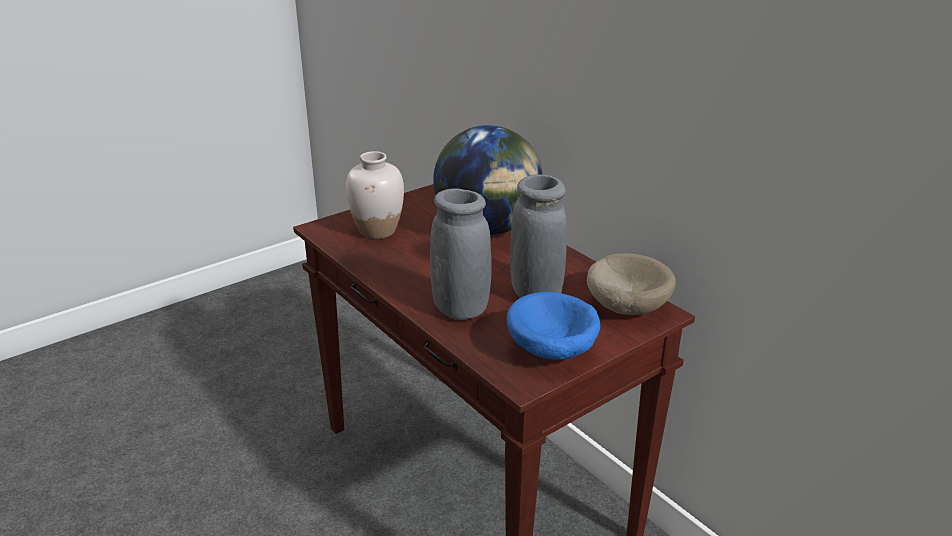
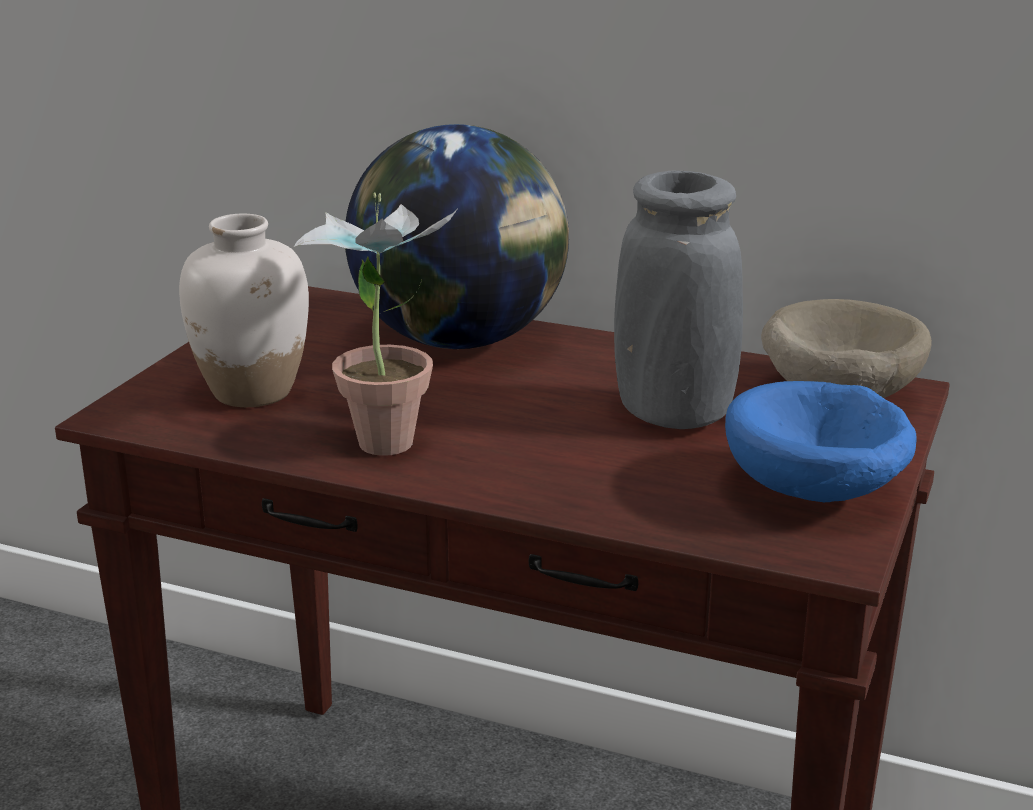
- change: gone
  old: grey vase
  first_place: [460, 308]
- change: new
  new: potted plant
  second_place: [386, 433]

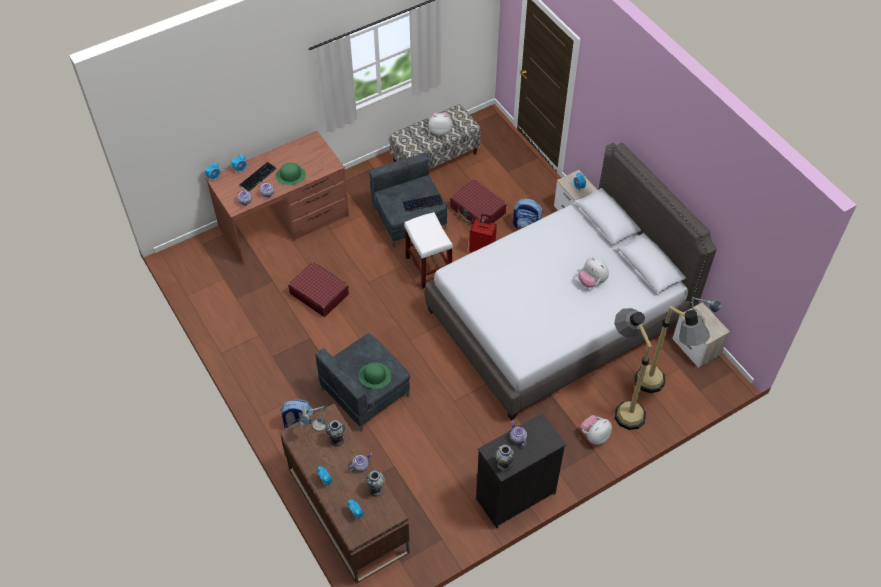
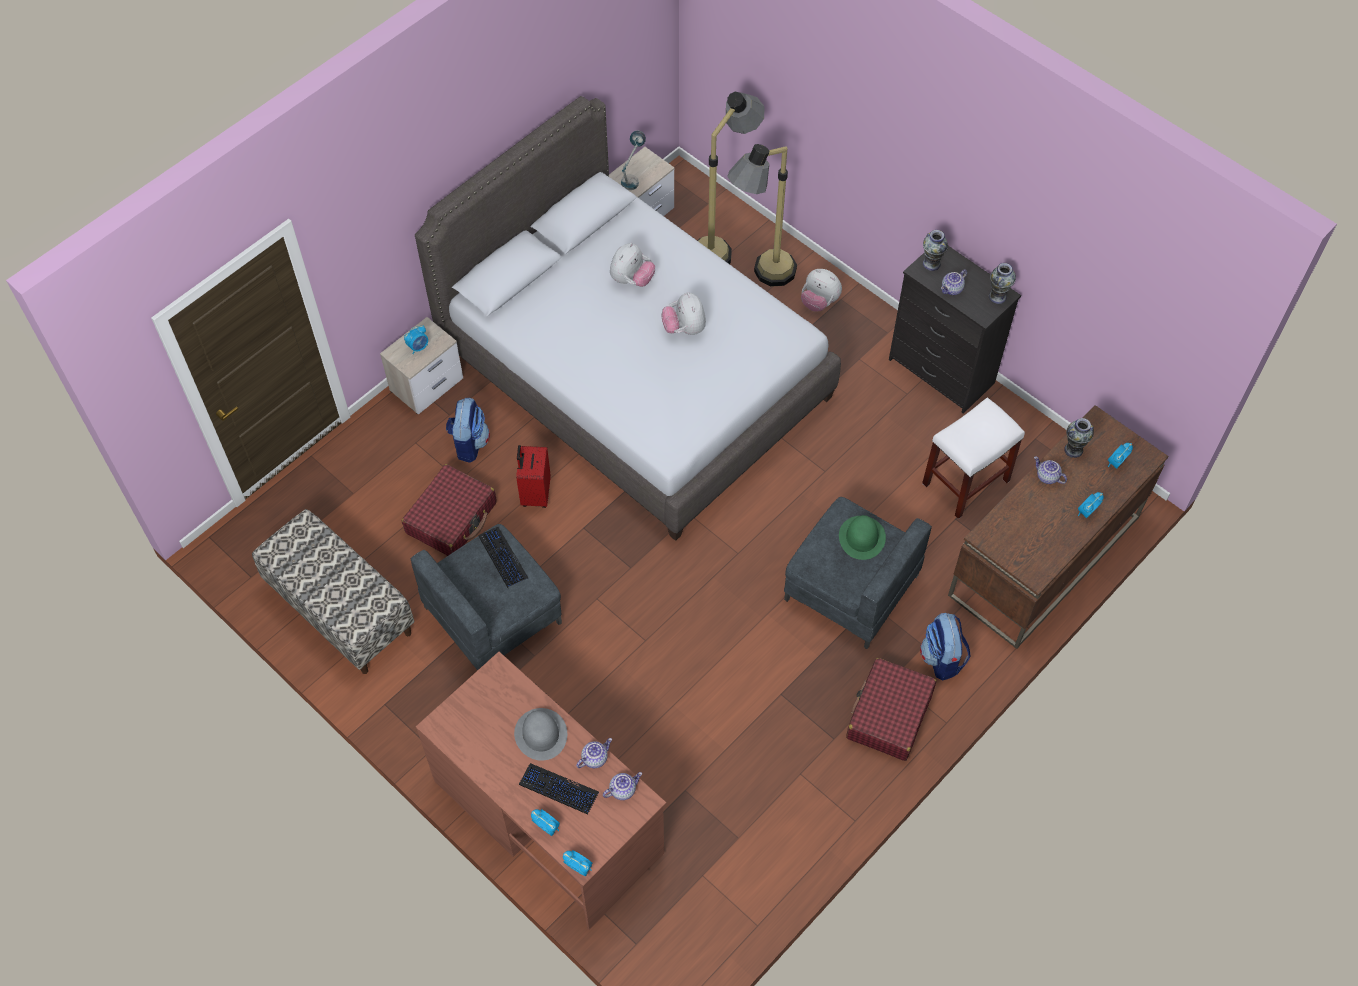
- change: gone
  old: tabletop lamp
  first_place: [315, 430]
- change: shifted
  old: red-coloured piece of luggage
  first_place: [319, 294]
  second_place: [889, 715]
- change: shifted
  old: vase
  first_place: [337, 440]
  second_place: [931, 263]
- change: shifted
  old: whitish stool seat
  first_place: [429, 268]
  second_place: [966, 481]
- change: shifted
  old: plush toy
  first_place: [440, 130]
  second_place: [684, 328]
- change: repainted
  old: green hat
  new: grey hat
  first_place: [290, 175]
  second_place: [541, 734]

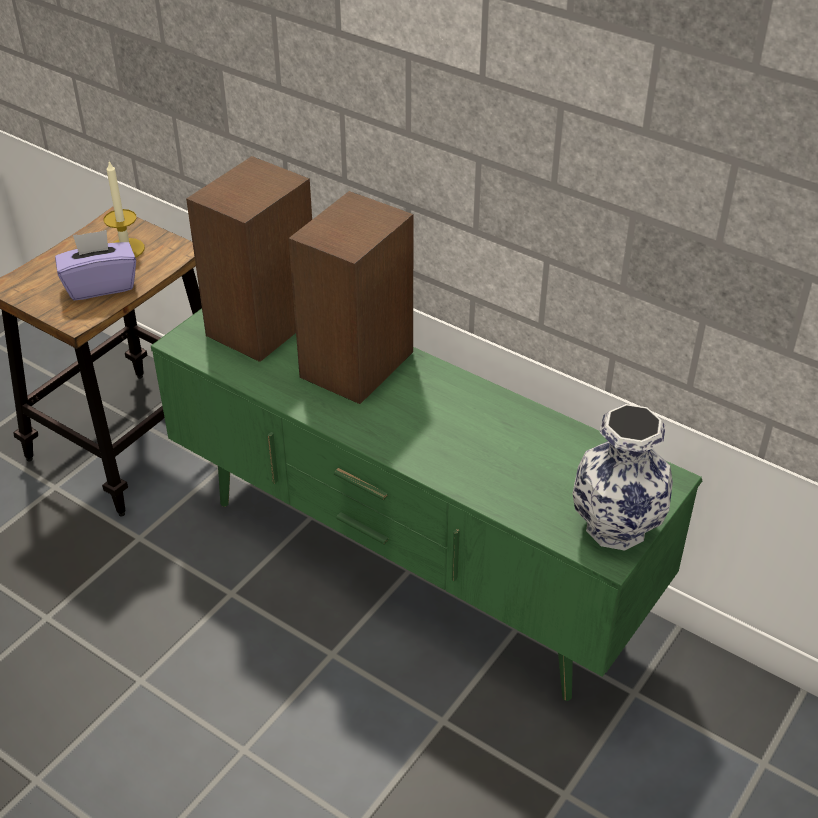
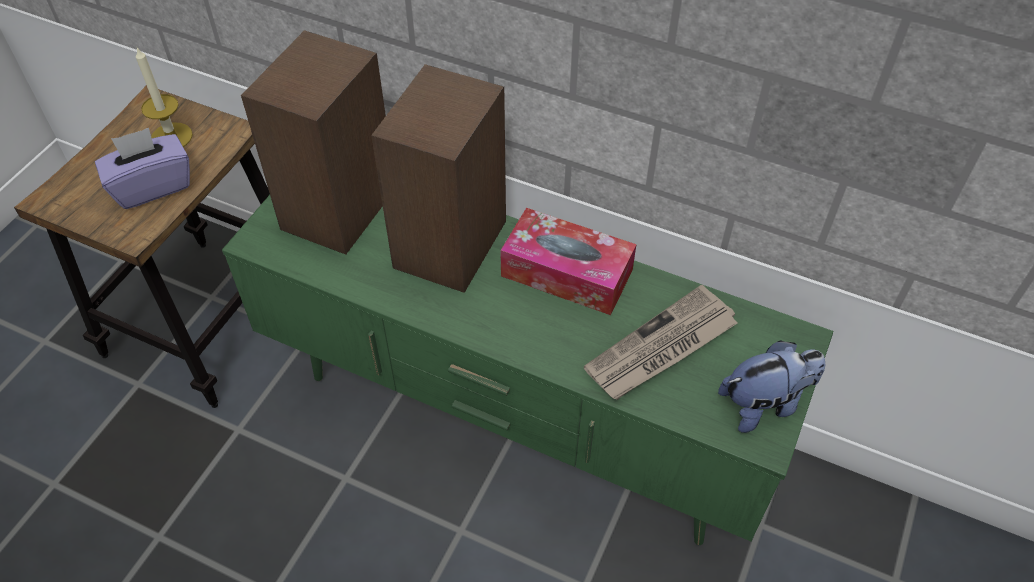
- change: new
  new: tissue holder
  second_place: [566, 273]
- change: new
  new: newspaper
  second_place: [661, 348]
- change: swapped
  old: vase
  new: plush toy
  first_place: [617, 526]
  second_place: [764, 404]

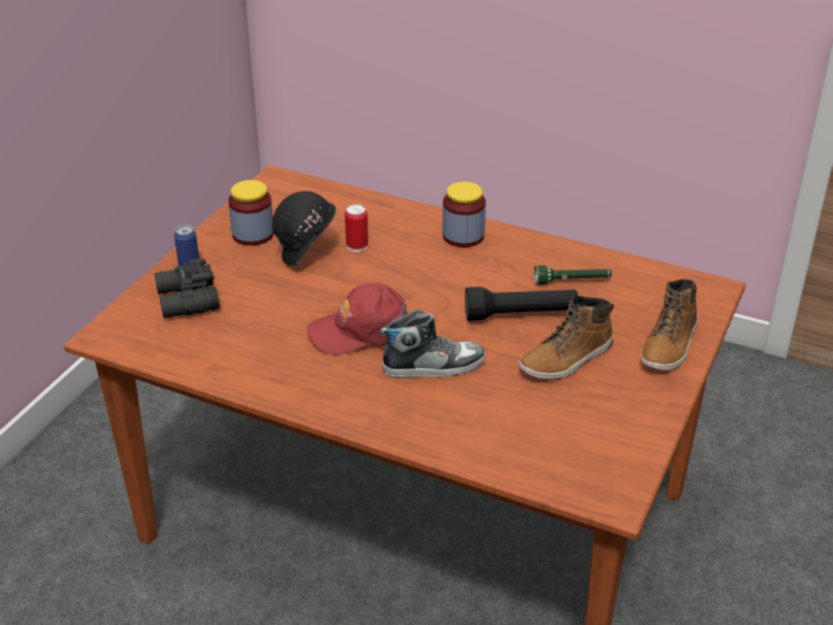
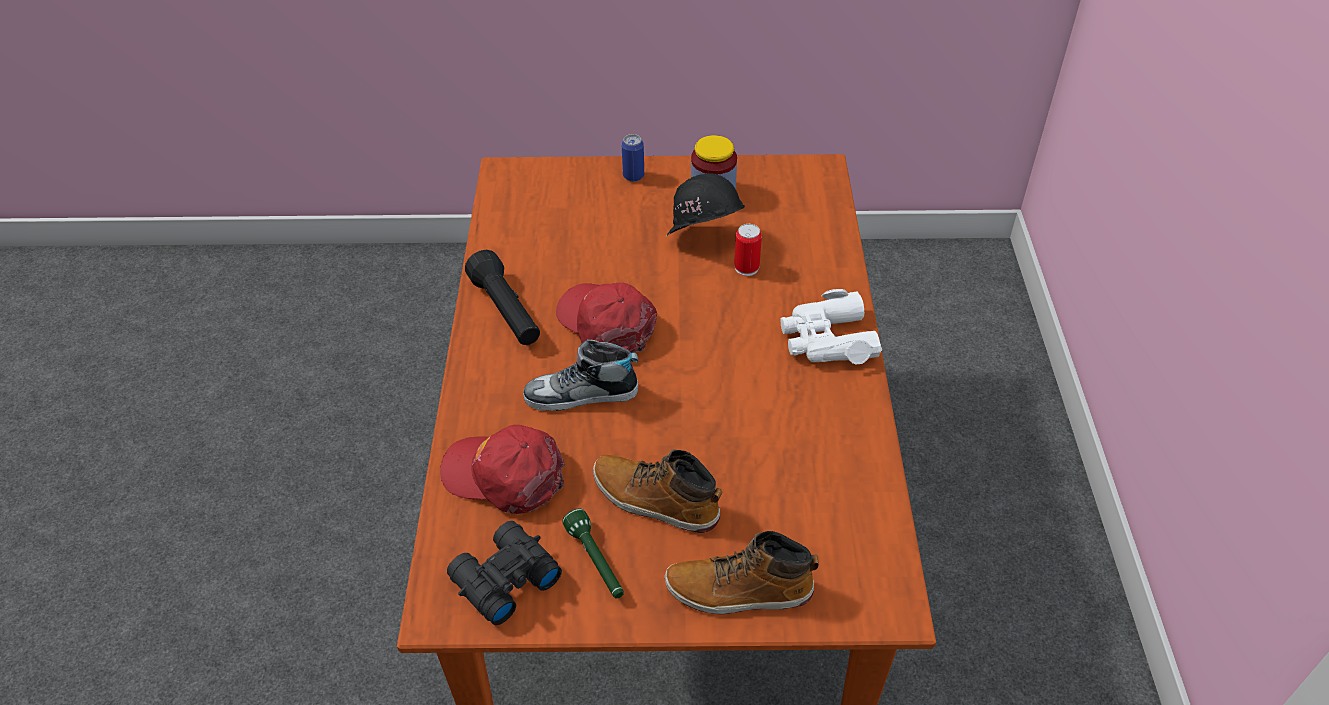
- change: new
  new: red-coloured baseball cap
  second_place: [504, 474]
- change: shifted
  old: blackish binoculars
  first_place: [186, 301]
  second_place: [502, 579]
- change: shifted
  old: blackish torch
  first_place: [520, 315]
  second_place: [506, 312]
- change: shifted
  old: green torch
  first_place: [572, 282]
  second_place: [596, 562]
- change: swapped
  old: storage jar
  new: whitish binoculars
  first_place: [463, 236]
  second_place: [827, 340]
- change: rotated
  old: low shoe
  first_place: [433, 365]
  second_place: [581, 395]
  degrees: 120

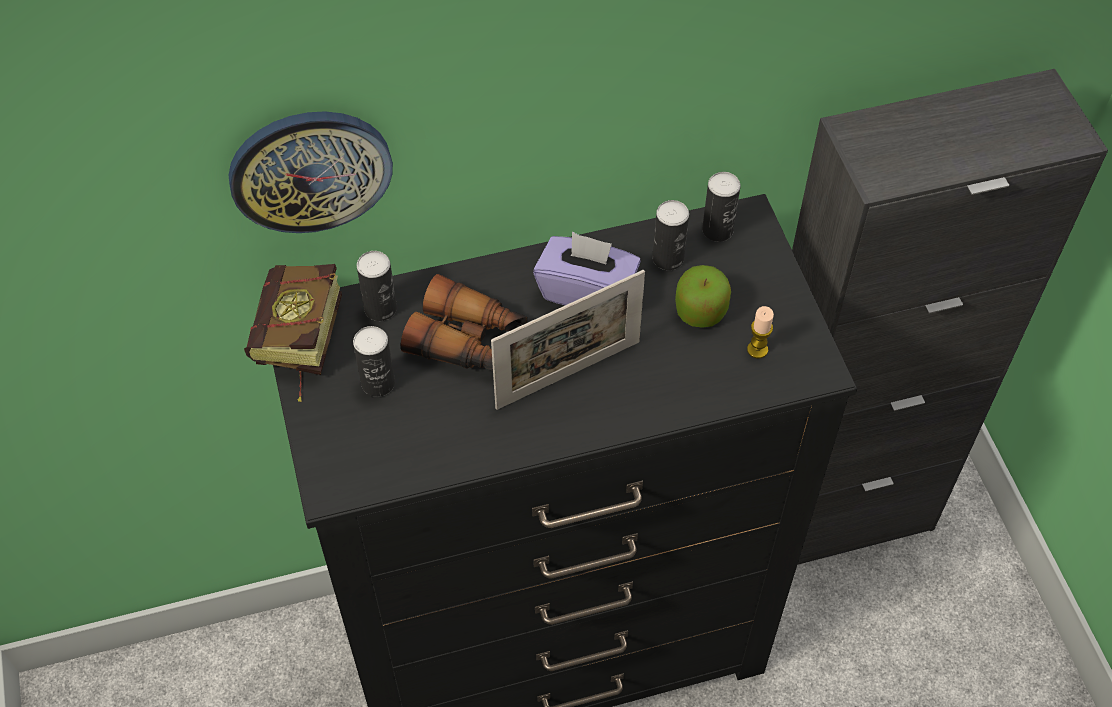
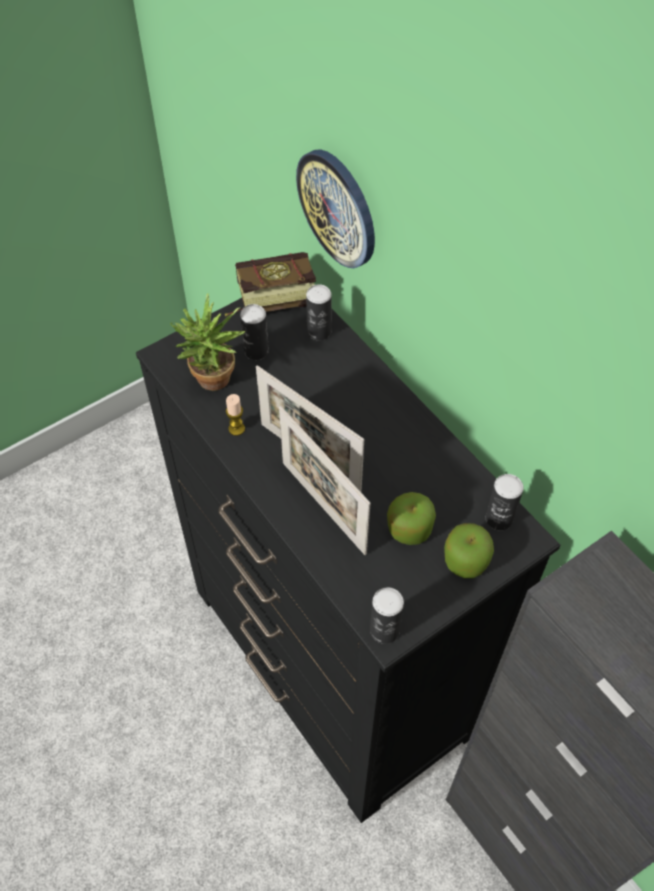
- change: gone
  old: binoculars
  first_place: [468, 340]
- change: gone
  old: purple tissue holder
  first_place: [587, 291]
- change: new
  new: potted plant
  second_place: [213, 384]
- change: new
  new: photo frame
  second_place: [323, 507]
- change: new
  new: whole apple
  second_place: [466, 560]
- change: shifted
  old: can
  first_place: [668, 258]
  second_place: [384, 630]
- change: shifted
  old: wax light
  first_place: [757, 349]
  second_place: [236, 428]

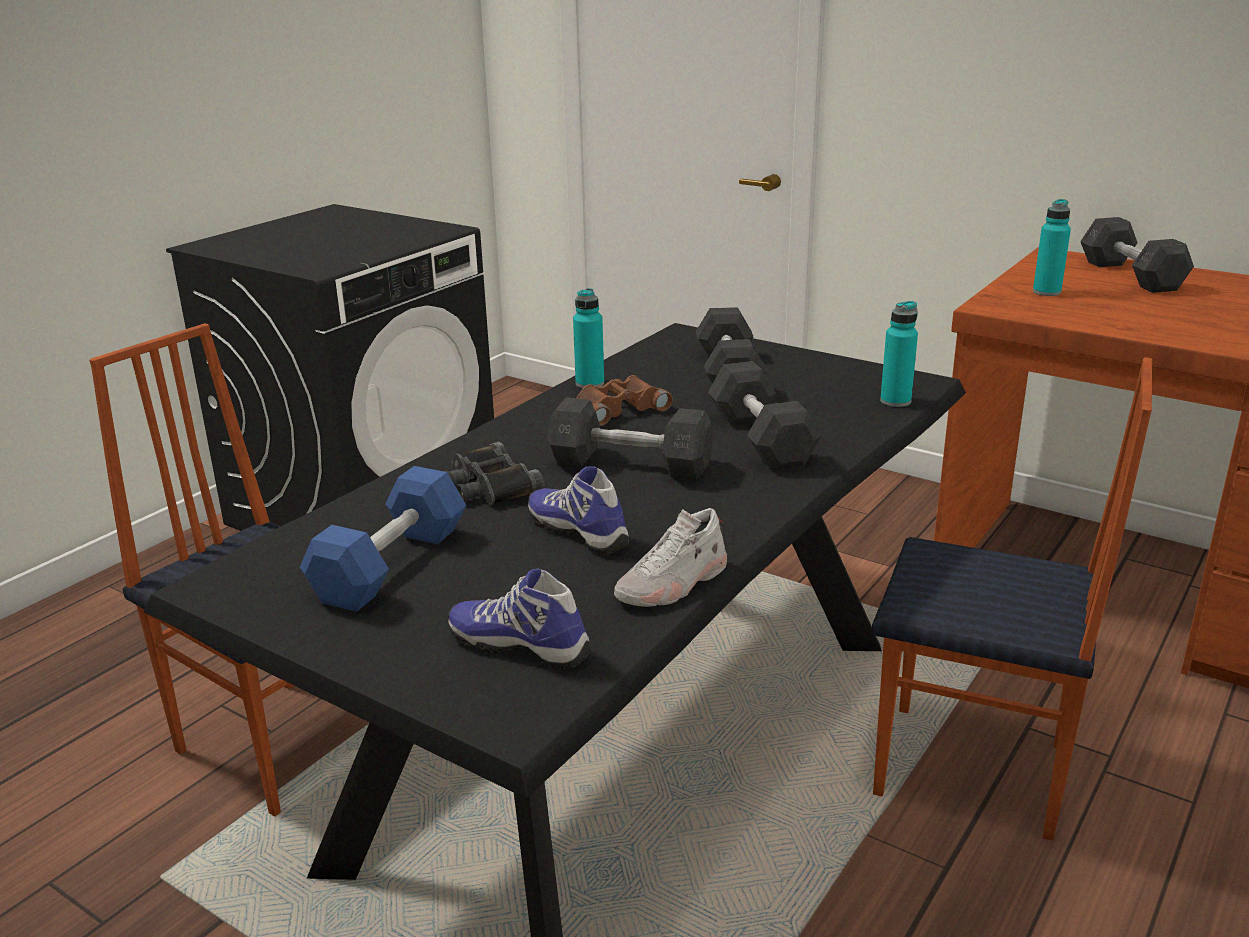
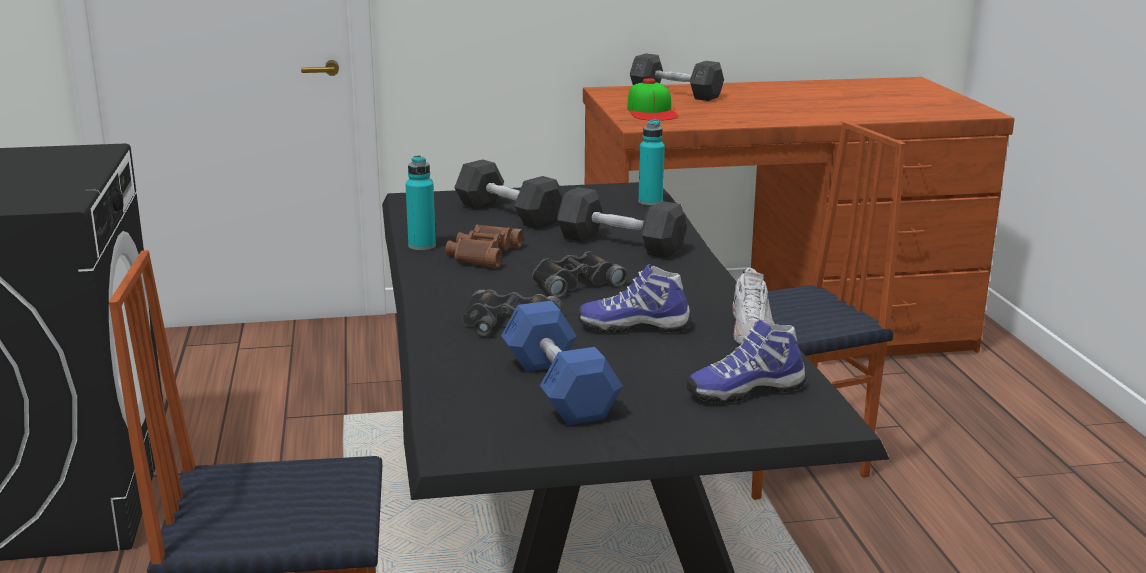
- change: swapped
  old: grey free weight
  new: blackish binoculars
  first_place: [630, 465]
  second_place: [574, 282]
- change: swapped
  old: blue-green drink bottle
  new: baseball cap
  first_place: [1046, 292]
  second_place: [652, 111]

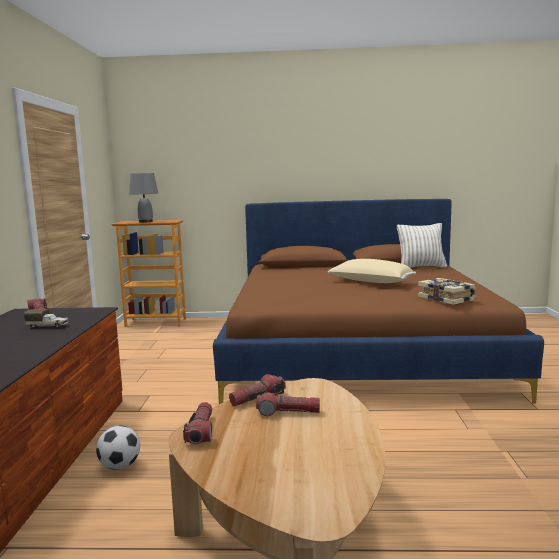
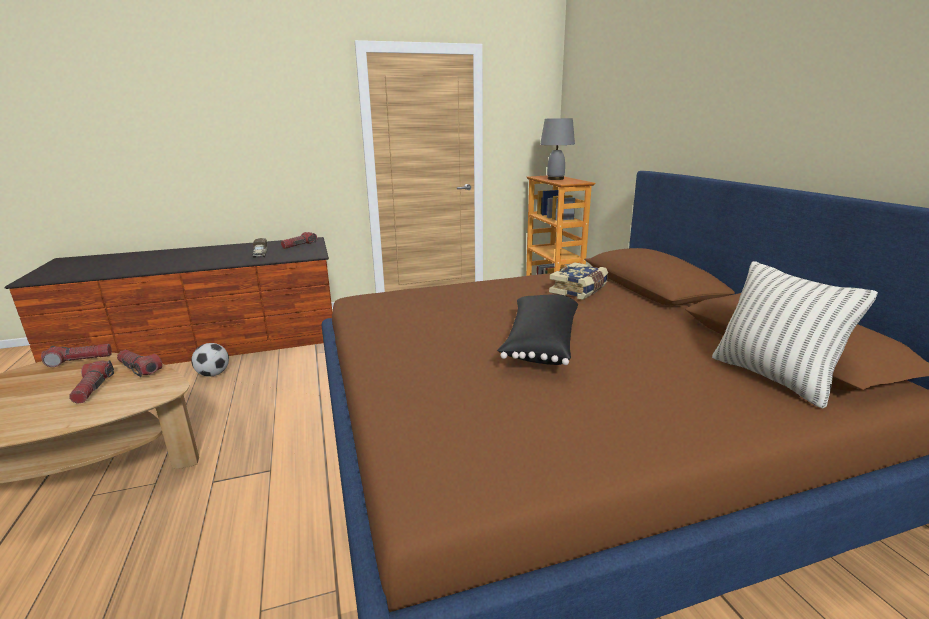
- change: shifted
  old: bound book
  first_place: [446, 299]
  second_place: [579, 290]
- change: repainted
  old: beige cushion
  new: blackish cushion
  first_place: [370, 282]
  second_place: [539, 343]

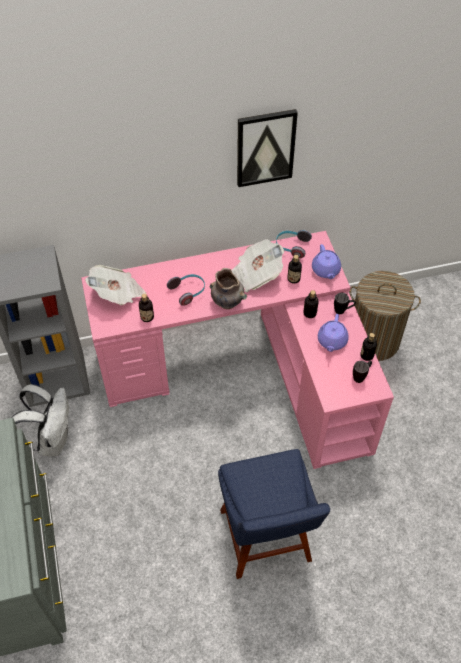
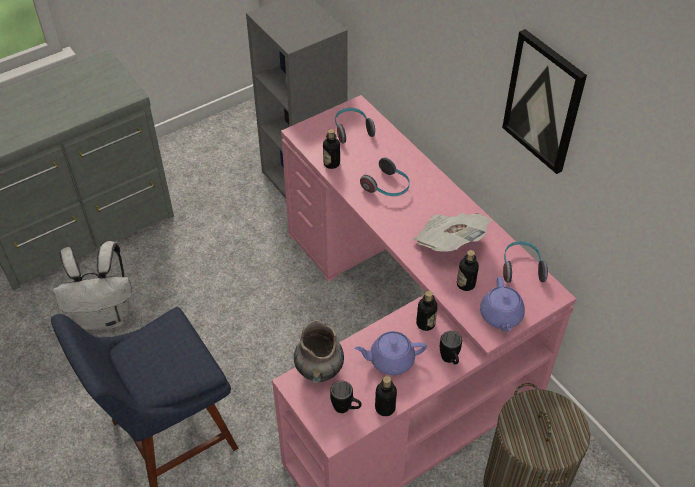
- change: shifted
  old: whitish knapsack
  first_place: [52, 439]
  second_place: [106, 316]
- change: shifted
  old: grey vase
  first_place: [228, 302]
  second_place: [319, 372]
- change: swapped
  old: newspaper
  new: pair of headphones
  first_place: [118, 294]
  second_place: [352, 130]
- change: rotated
  old: purple pot for tea
  first_place: [325, 270]
  second_place: [501, 316]
  degrees: -60

